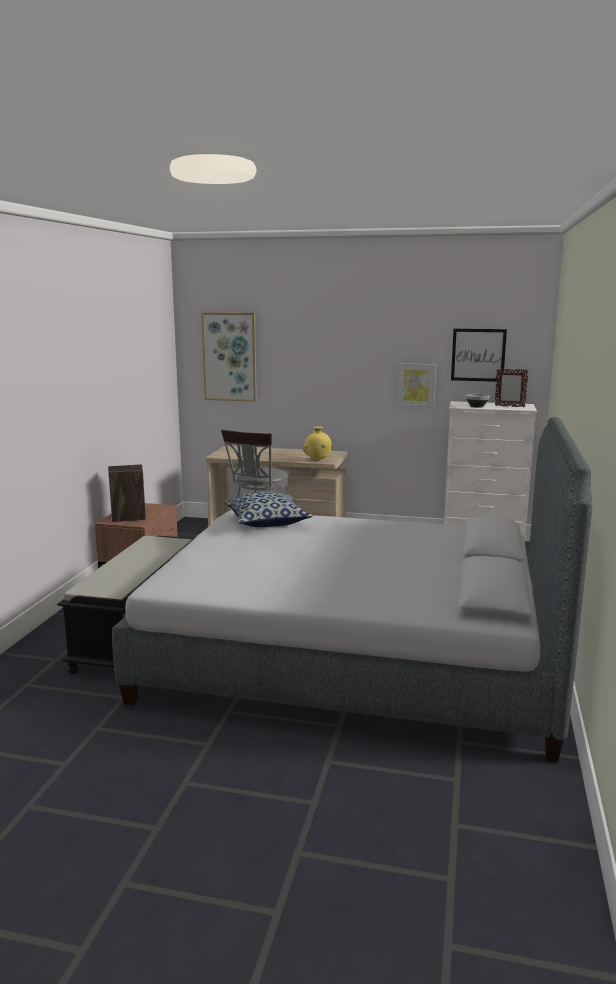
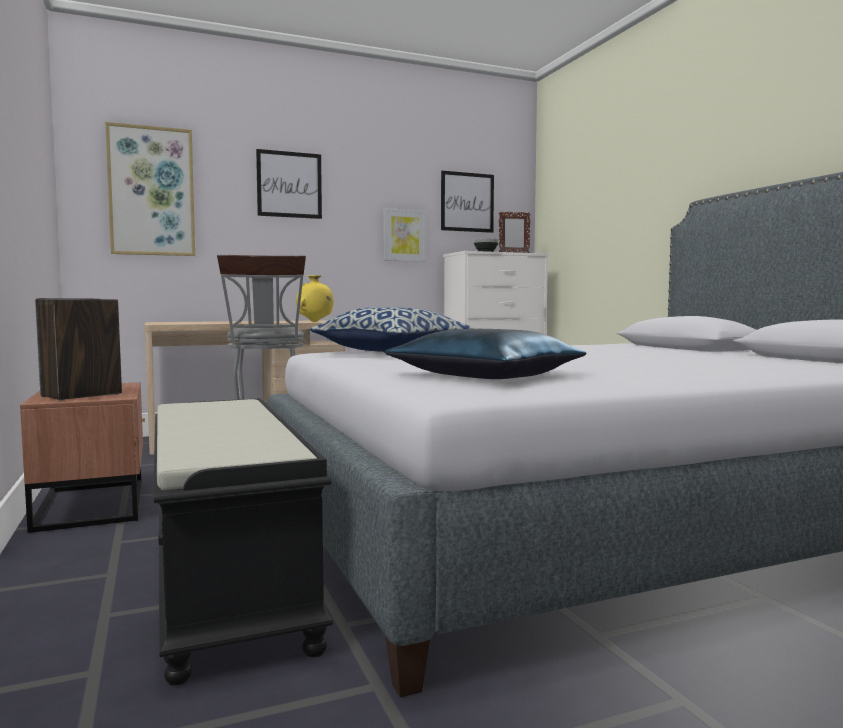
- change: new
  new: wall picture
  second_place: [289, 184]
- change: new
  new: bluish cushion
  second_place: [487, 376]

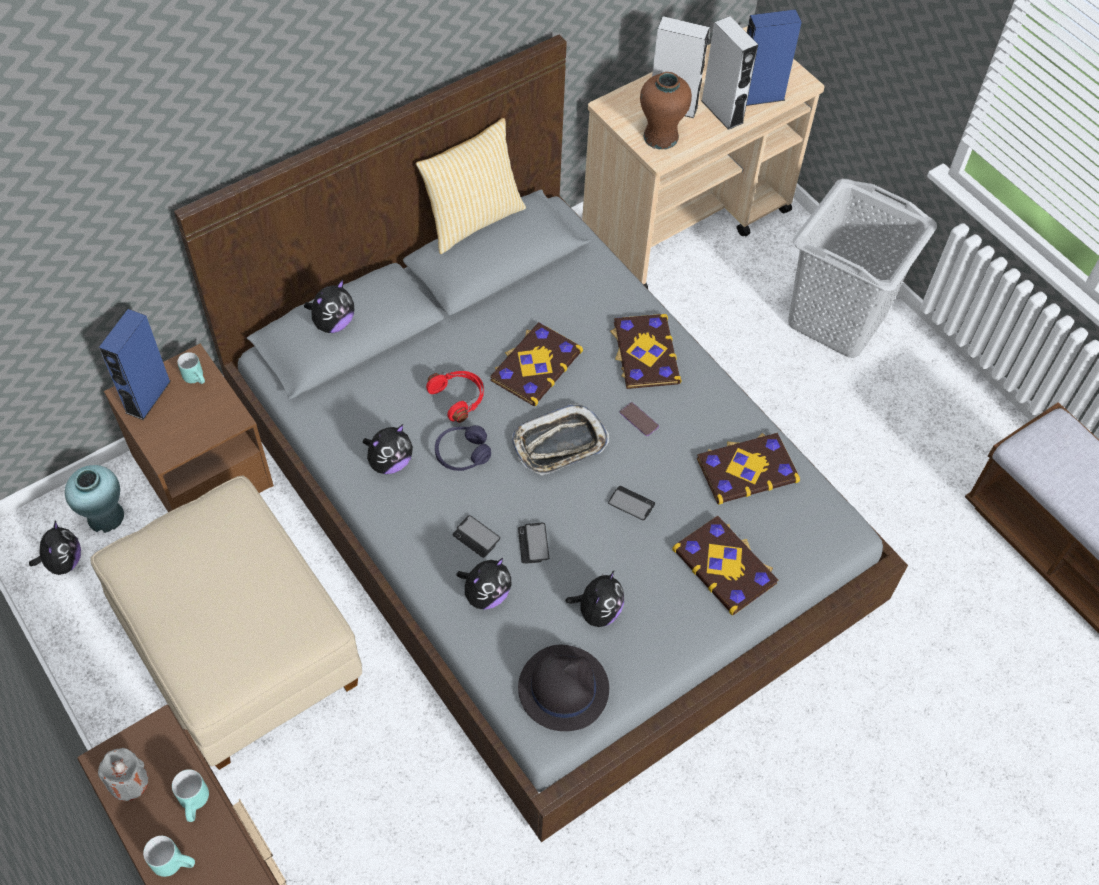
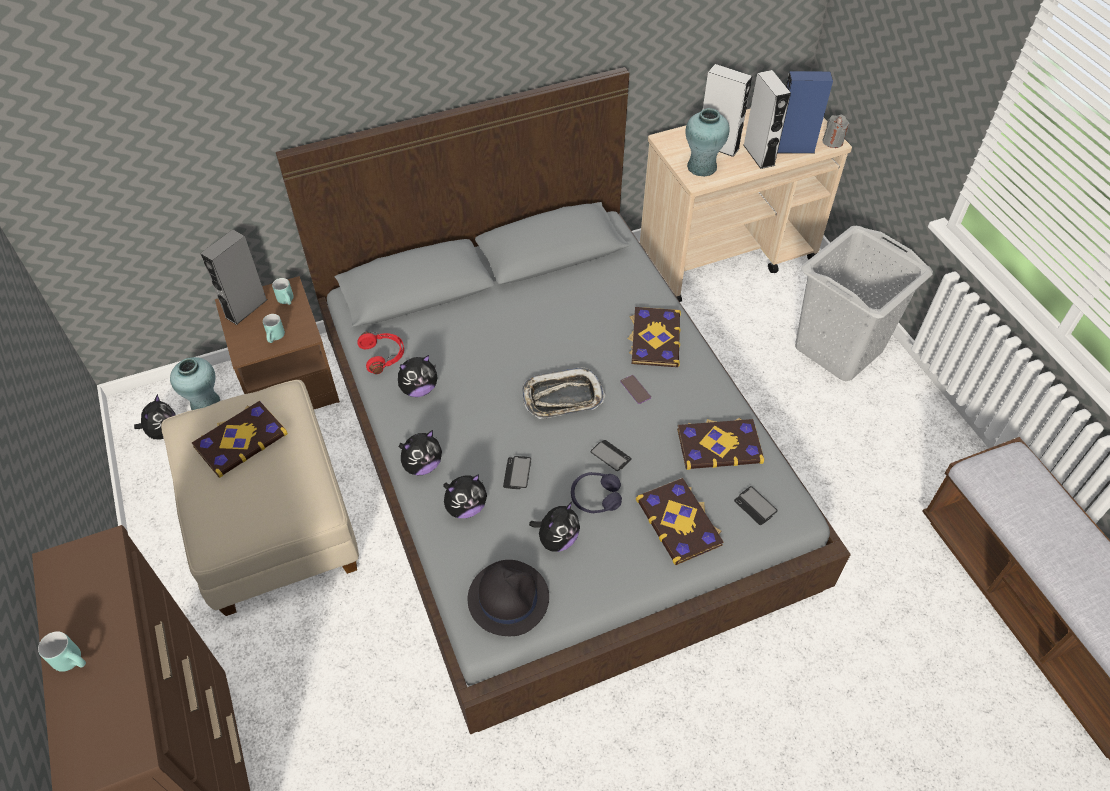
- change: gone
  old: cushion
  first_place: [472, 220]
- change: shifted
  old: grey wax light
  first_place: [129, 782]
  second_place: [832, 142]
- change: shifted
  old: blue-green tea mug
  first_place: [196, 803]
  second_place: [276, 338]
- change: shifted
  old: plush toy
  first_place: [333, 323]
  second_place: [422, 465]
- change: shifted
  old: red-coloured pair of headphones
  first_place: [459, 398]
  second_place: [383, 356]
- change: shifted
  old: purple pair of headphones
  first_place: [462, 453]
  second_place: [595, 497]
- change: shifted
  old: phone
  first_place: [476, 537]
  second_place: [755, 506]
- change: shifted
  old: bound book
  first_place: [535, 365]
  second_place: [240, 439]
- change: repainted
  old: bluish speaker
  new: grey speaker
  first_place: [148, 397]
  second_place: [246, 308]
- change: repainted
  old: brownish vase
  new: blue-green vase
  first_place: [660, 137]
  second_place: [701, 167]

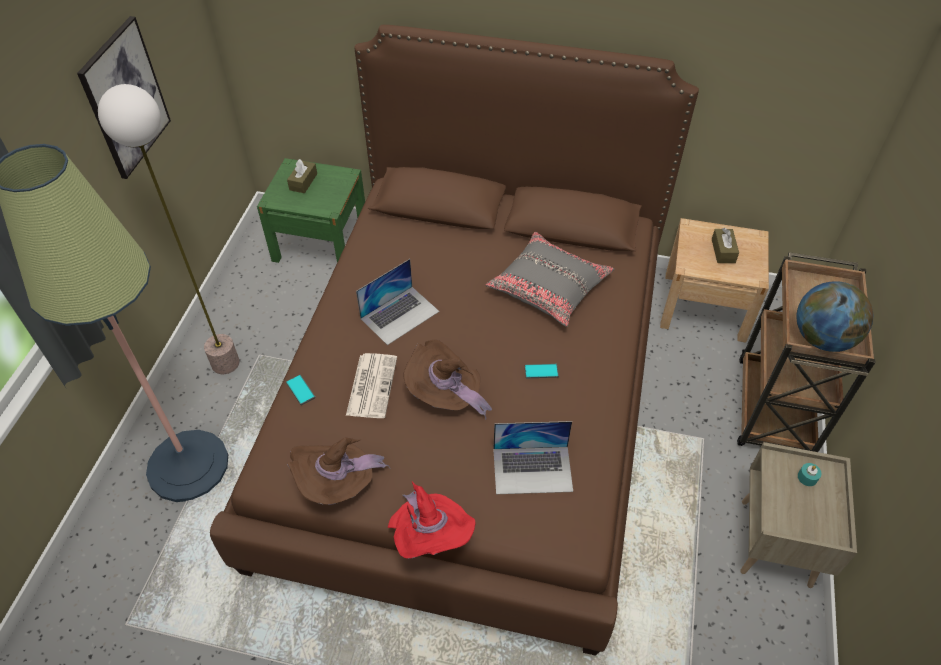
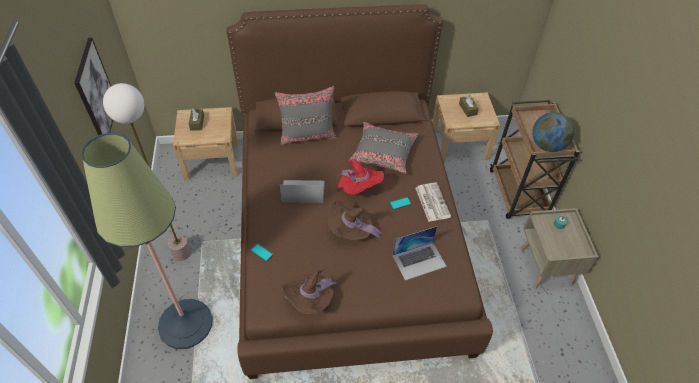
- change: new
  new: grey cushion
  second_place: [308, 135]
- change: shifted
  old: newspaper
  first_place: [371, 385]
  second_place: [432, 202]
- change: shifted
  old: red-coloured hat
  first_place: [430, 537]
  second_place: [359, 189]
- change: repainted
  old: green bedside table
  new: beige bedside table
  first_place: [321, 243]
  second_place: [212, 160]
- change: rotated
  old: laptop
  first_place: [400, 314]
  second_place: [303, 191]
  degrees: -120

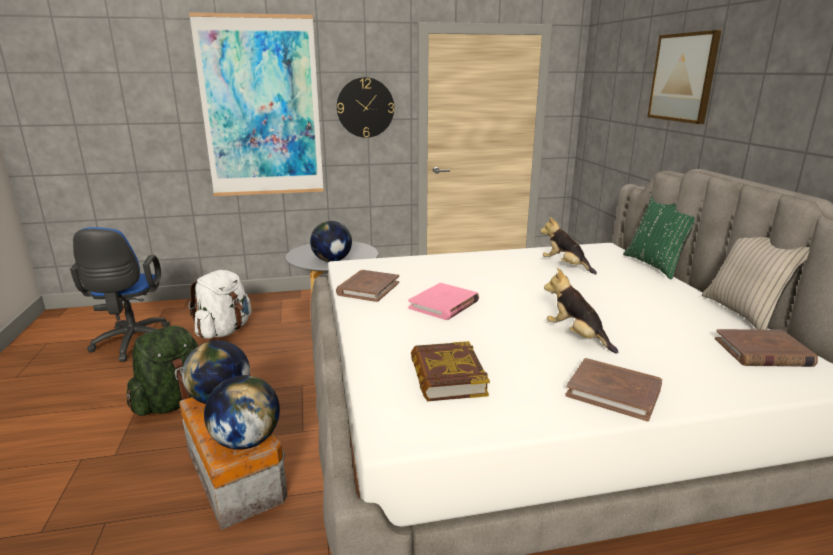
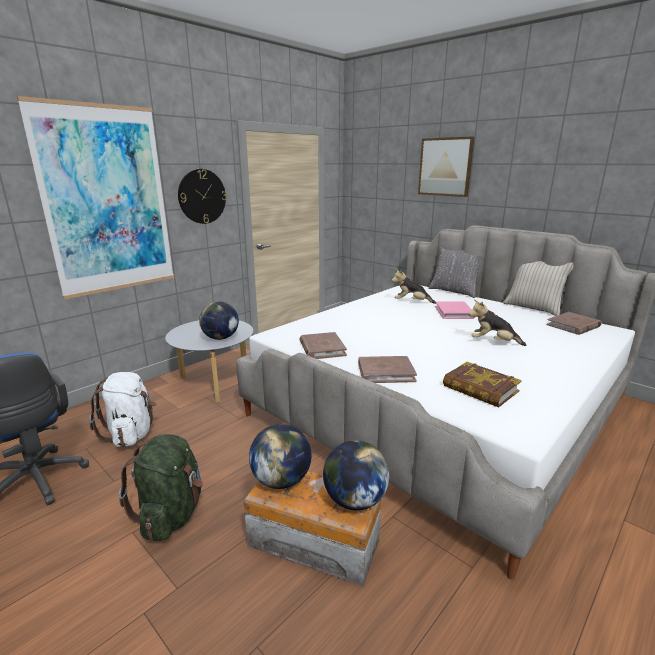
- change: shifted
  old: pink-coloured bound book
  first_place: [444, 304]
  second_place: [454, 312]
- change: shifted
  old: brownish bound book
  first_place: [613, 392]
  second_place: [386, 372]
- change: repainted
  old: green cushion
  new: grey cushion
  first_place: [656, 265]
  second_place: [454, 291]

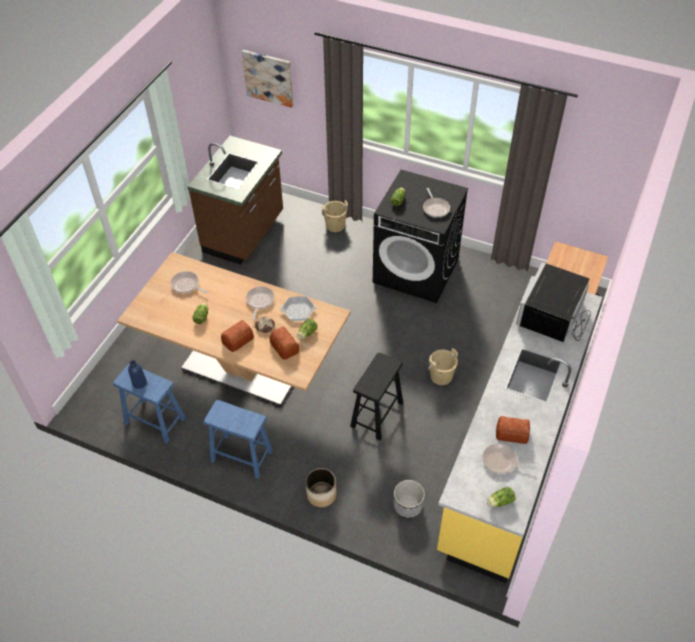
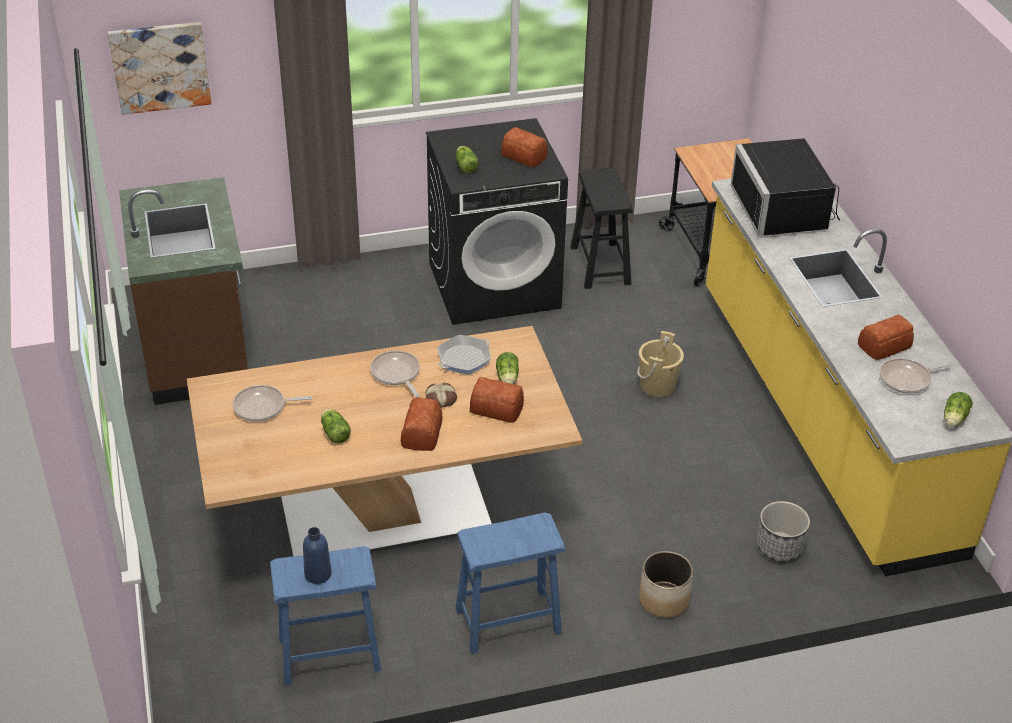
- change: gone
  old: beige water bucket
  first_place: [335, 225]
- change: shifted
  old: blackish stool seat
  first_place: [377, 414]
  second_place: [600, 265]
- change: swapped
  old: frying pan
  new: baked bread
  first_place: [435, 208]
  second_place: [523, 155]

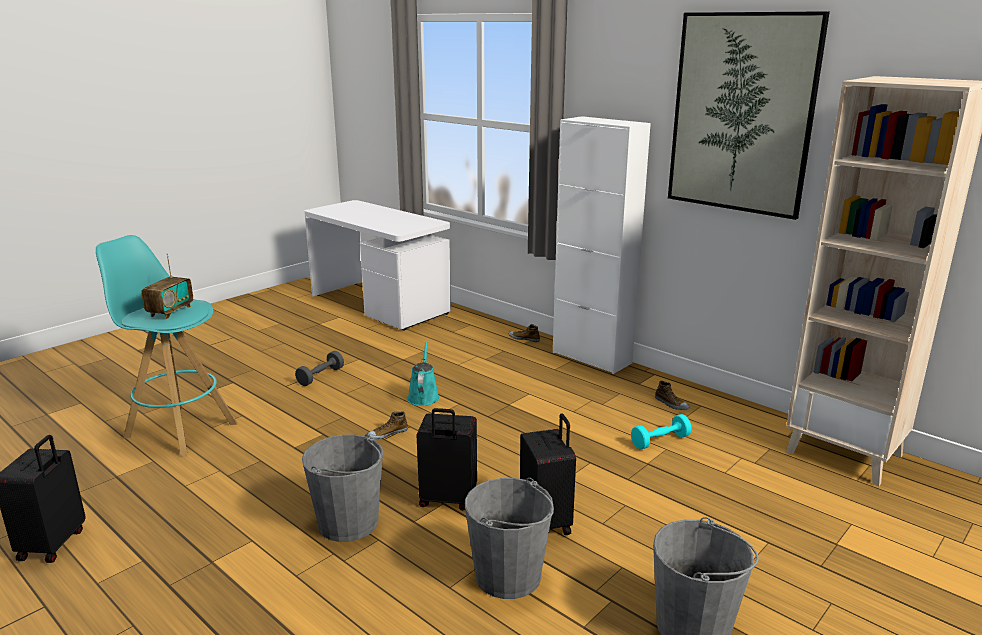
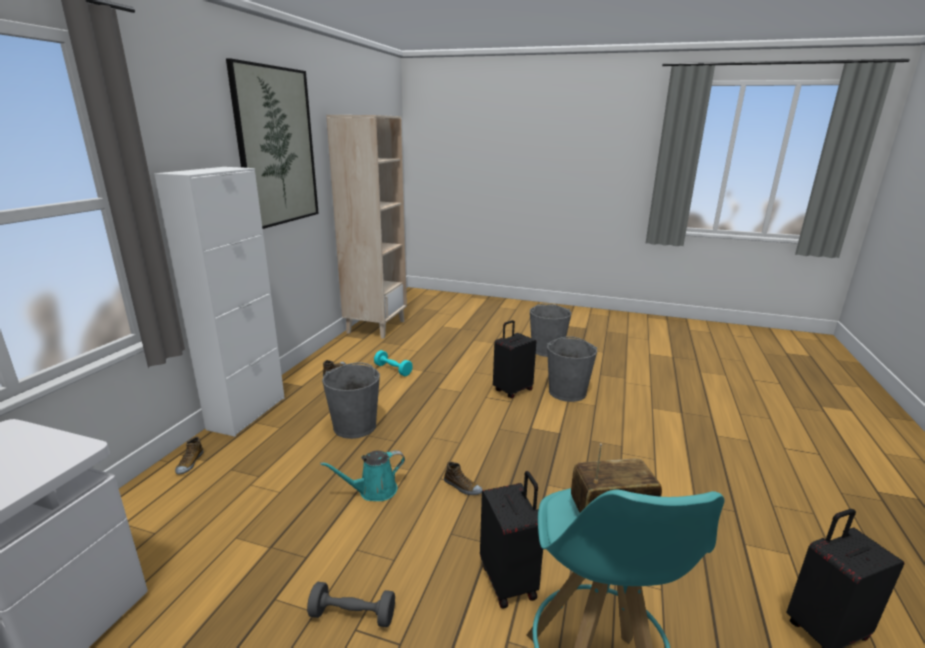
- change: shifted
  old: grey water bucket
  first_place: [348, 523]
  second_place: [355, 426]
- change: shifted
  old: blackish piece of luggage
  first_place: [447, 500]
  second_place: [509, 581]

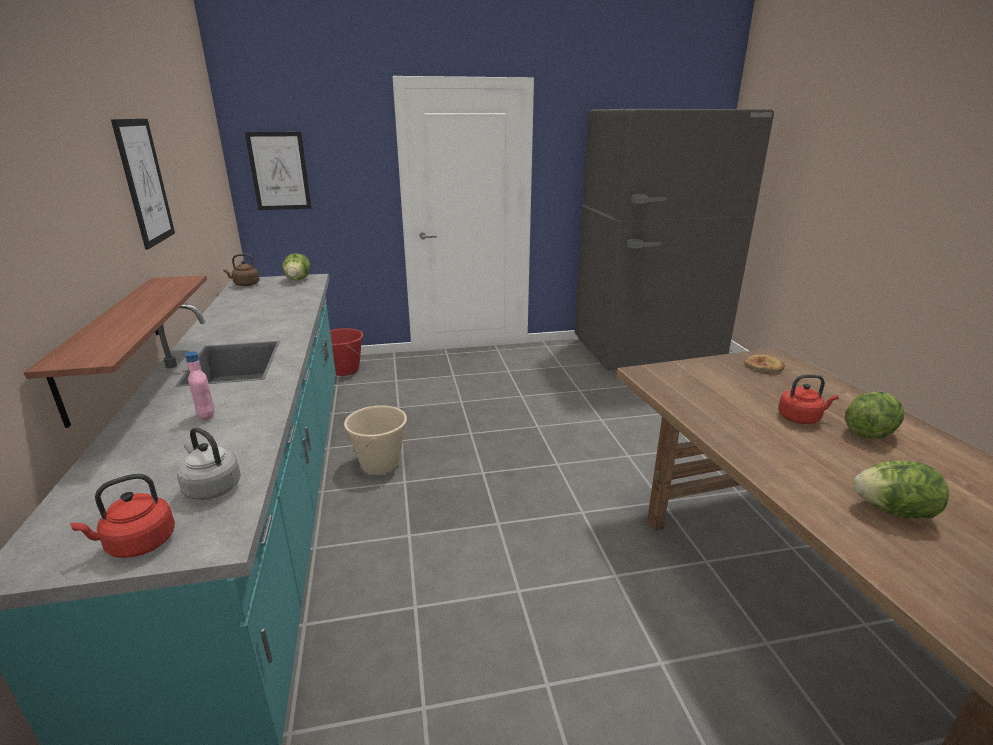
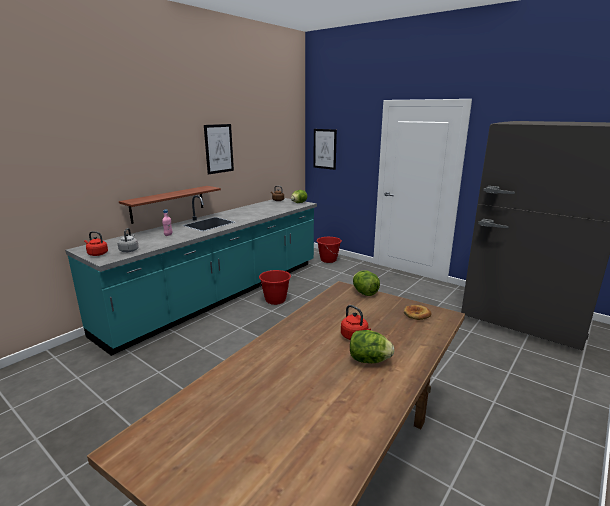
- change: shifted
  old: lettuce head
  first_place: [893, 511]
  second_place: [364, 293]
- change: repainted
  old: beige water bucket
  new: red-coloured water bucket
  first_place: [380, 463]
  second_place: [275, 300]

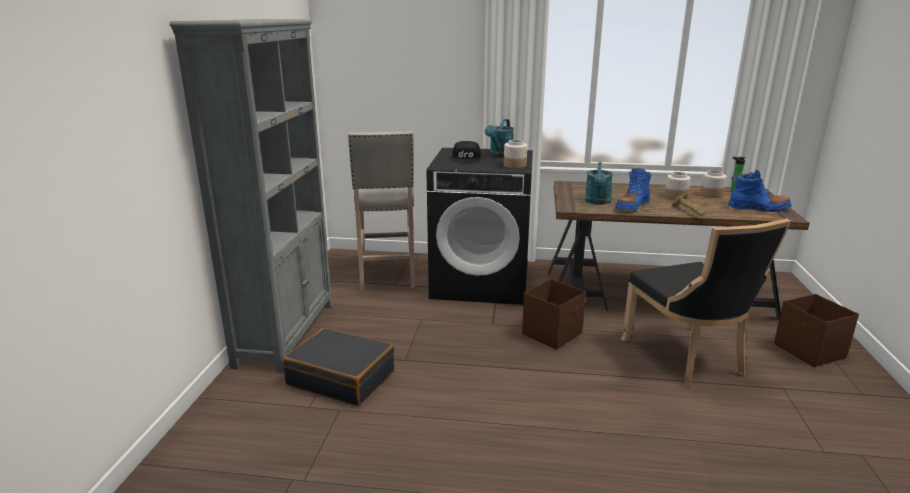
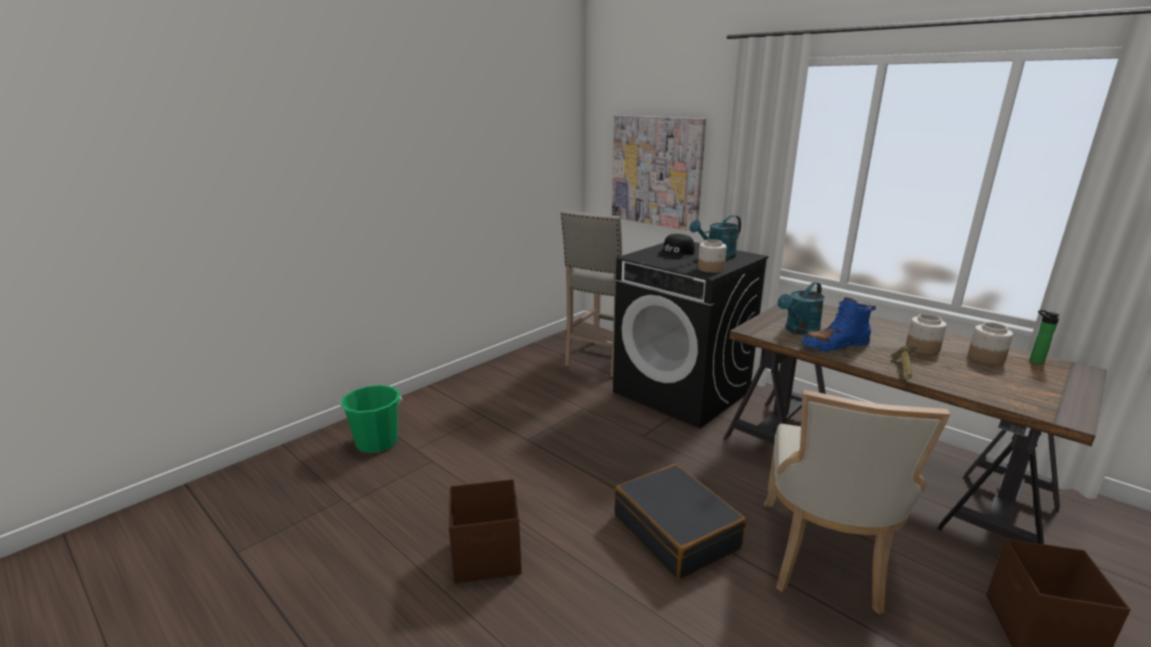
- change: gone
  old: grey shelving unit
  first_place: [286, 333]
- change: gone
  old: bluish tall boot
  first_place: [758, 208]
- change: new
  new: green water bucket
  second_place: [377, 442]
- change: new
  new: wall picture
  second_place: [656, 171]
- change: shifted
  old: blackish piece of luggage
  first_place: [341, 377]
  second_place: [676, 532]
- change: shifted
  old: brownish storage box
  first_place: [552, 333]
  second_place: [488, 557]
- change: repainted
  old: blackish upright chair
  new: beige upright chair
  first_place: [687, 358]
  second_place: [823, 558]

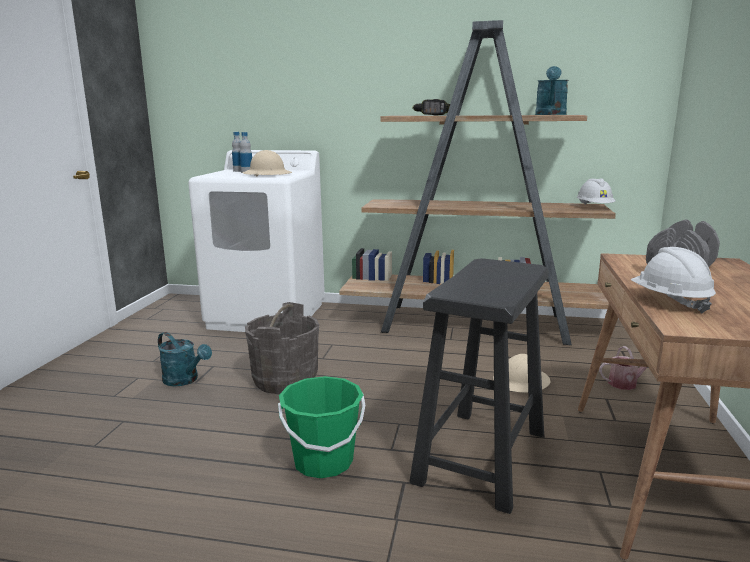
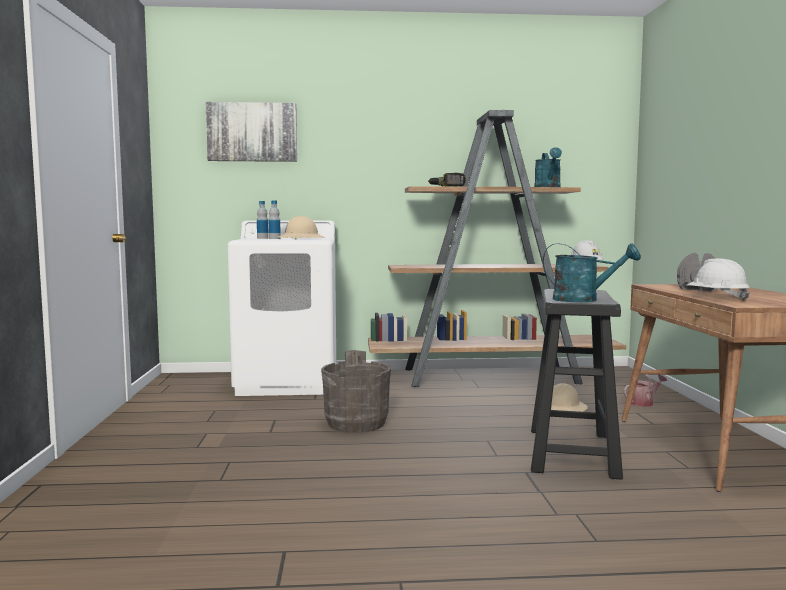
- change: gone
  old: green water bucket
  first_place: [323, 462]
- change: new
  new: wall picture
  second_place: [252, 132]
- change: shifted
  old: blue-green sprinkling can
  first_place: [185, 380]
  second_place: [584, 300]

